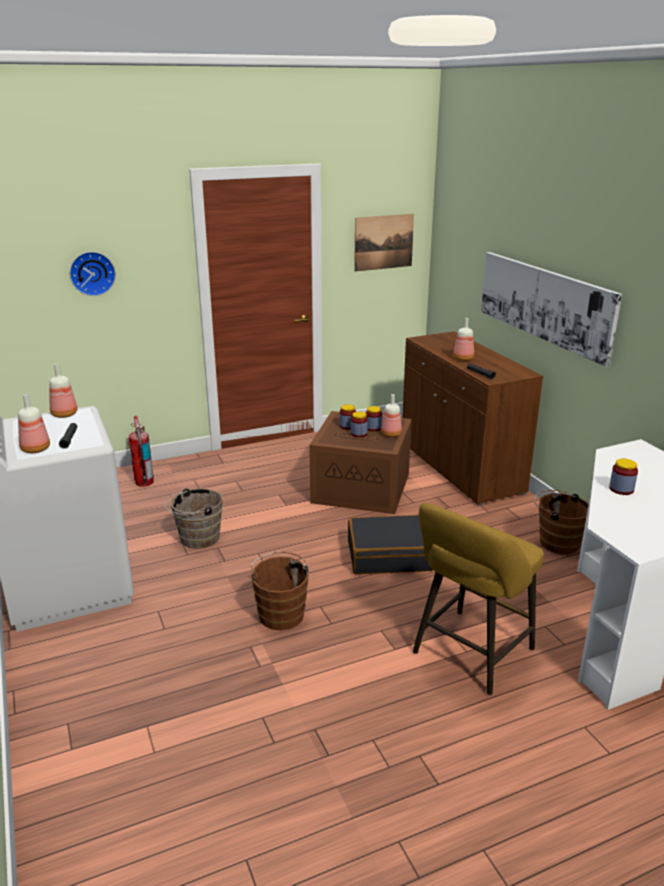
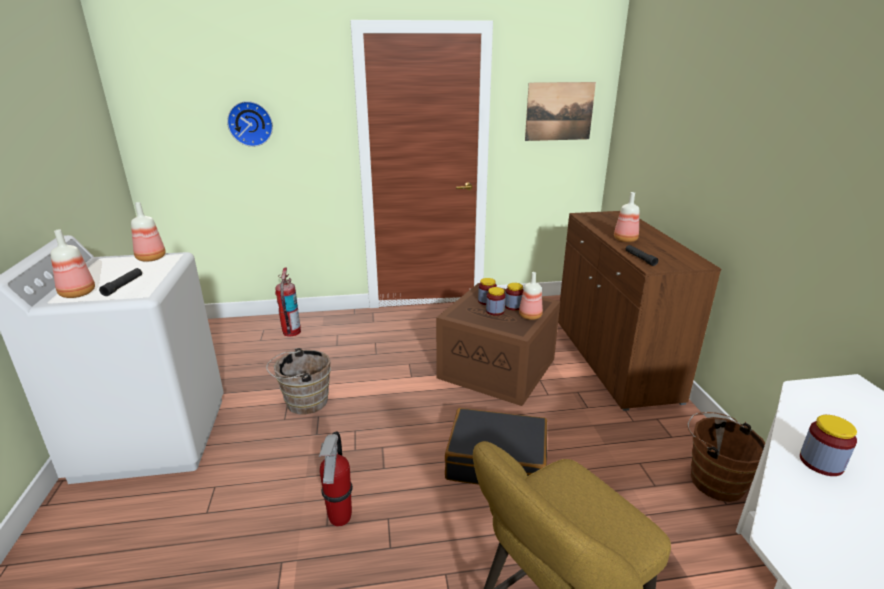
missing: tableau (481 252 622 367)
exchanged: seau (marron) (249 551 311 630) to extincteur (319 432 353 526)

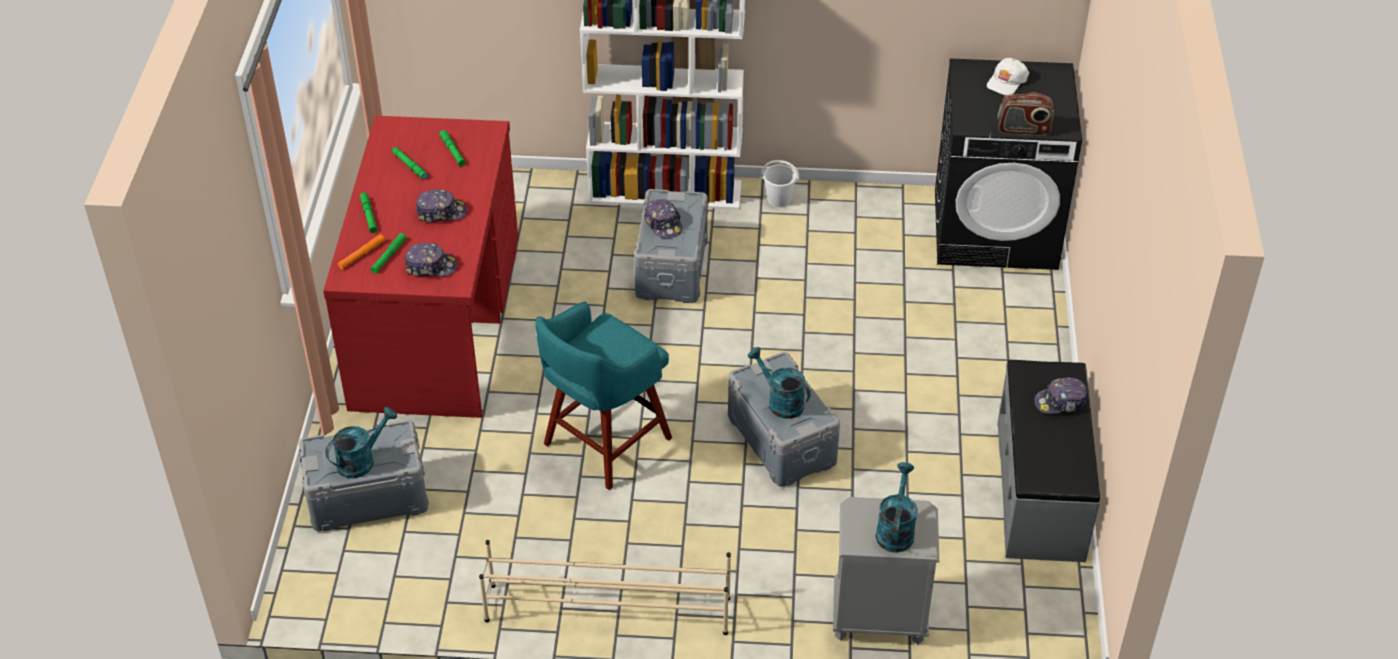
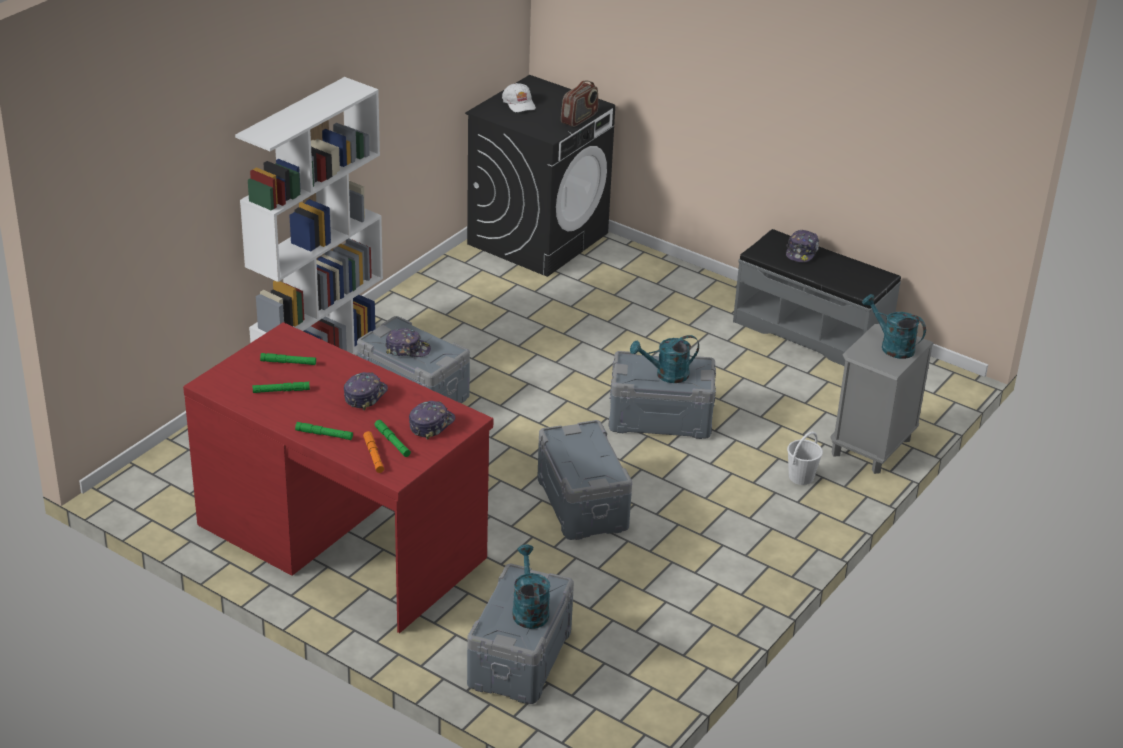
missing: étagère à chaussures (beige) (479 540 731 635)
relocated: seau (blanc) (761 160 799 207) to (787 431 823 485)
exchanged: tabouret (turquoise) (535 302 672 490) to boîte de rangement (gris) (537 420 632 540)

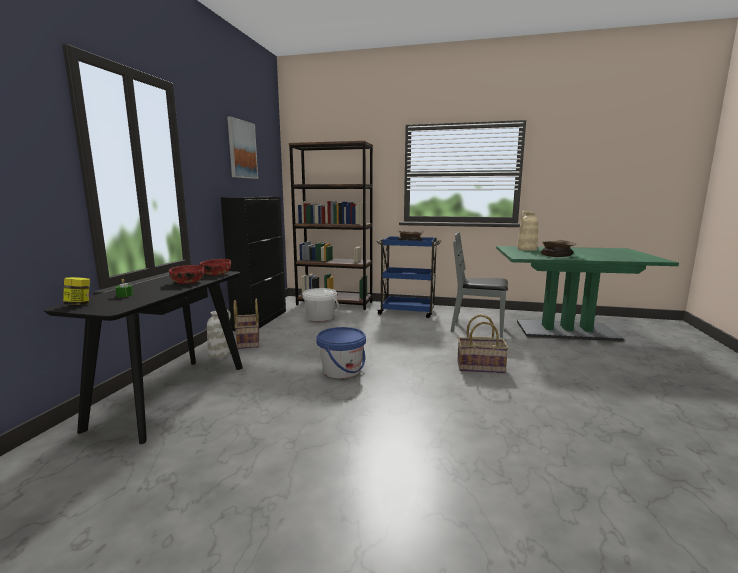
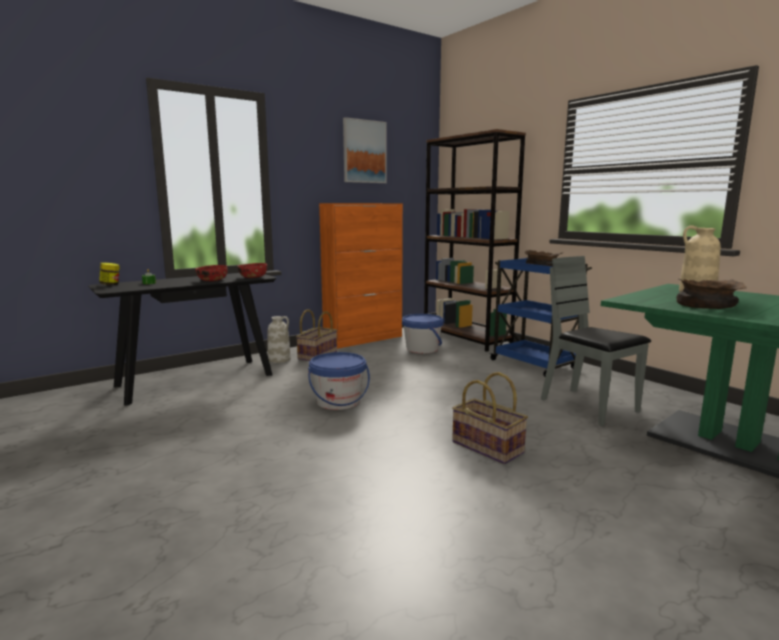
colour: meuble de rangement (noir) (220 197 286 331) to meuble de rangement (orange) (319 203 403 349); seau (blanc) (302 288 339 322) to seau (bleu) (402 314 444 354)

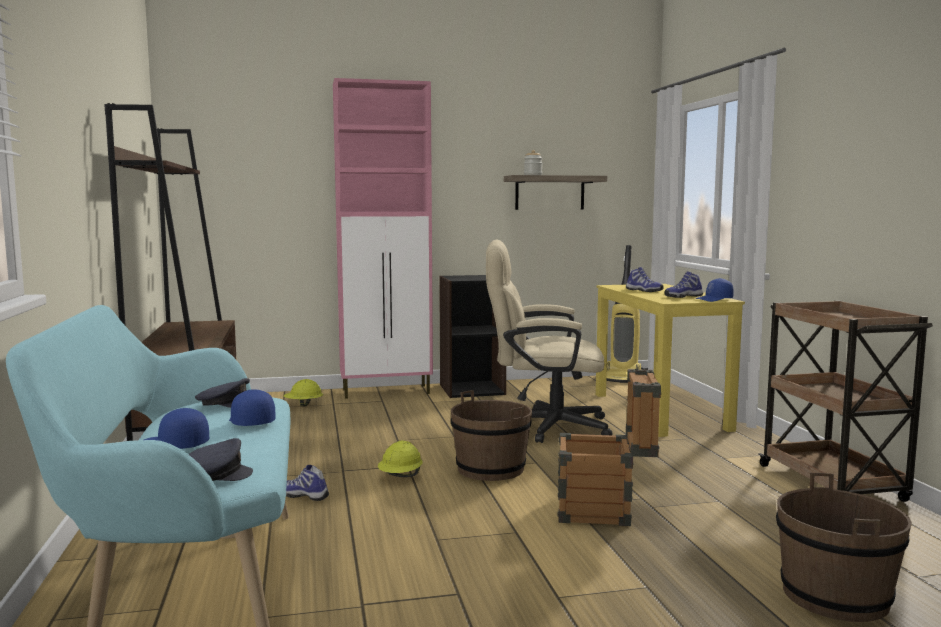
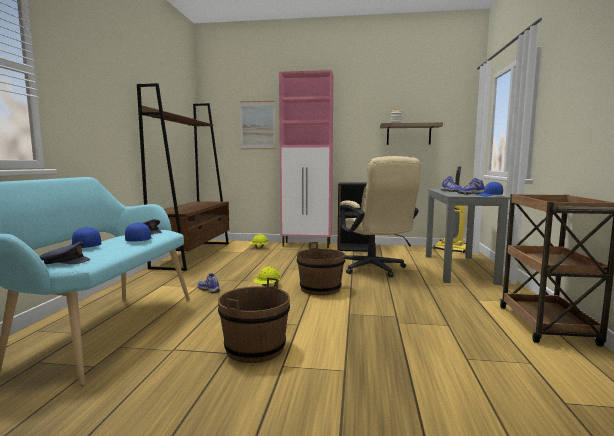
missing: caisse (557 369 661 526)
appeared: tableau (240 101 276 149)
relocated: seau (marron) (776 473 912 622) to (218 277 290 363)
colour: bureau (jaune) (596 284 745 437) to bureau (gris) (426 189 510 285)
spun: chaise de bureau (beige) (486 239 613 443) = (340 156 421 277) 135 degrees counterclockwise

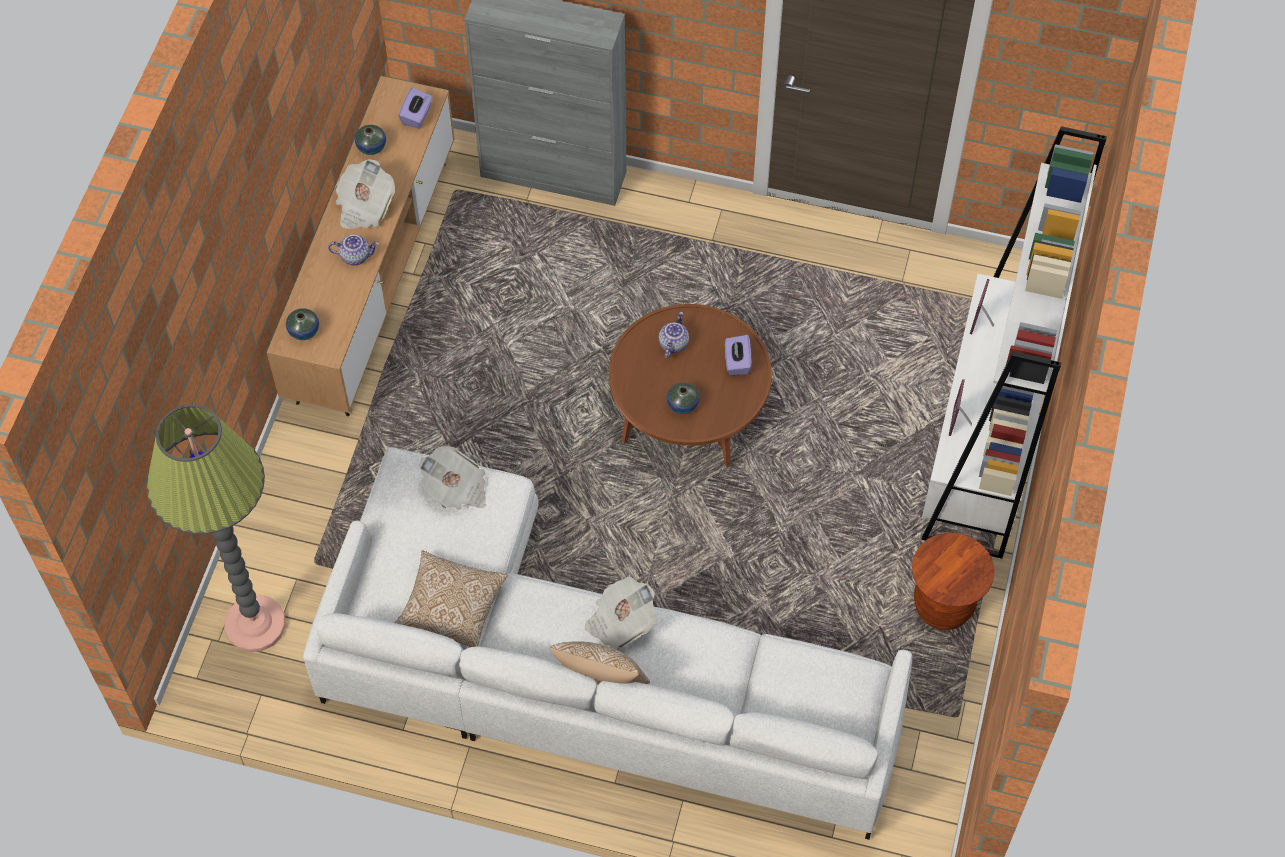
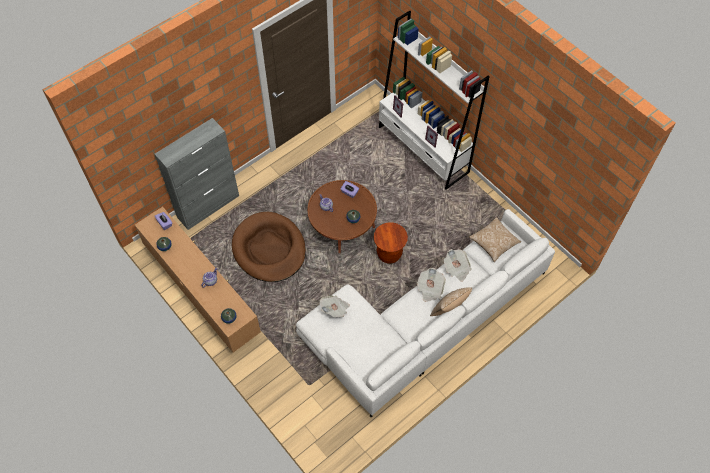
missing: lampadaire (147 405 286 652)
appeared: panier pour chien (marron) (232 212 306 282)
relocated: journal (335 159 395 229) to (444 249 472 282); tabouret (marron) (912 533 995 630) to (374 222 408 263); coussin (395 550 508 647) to (469 217 521 262)

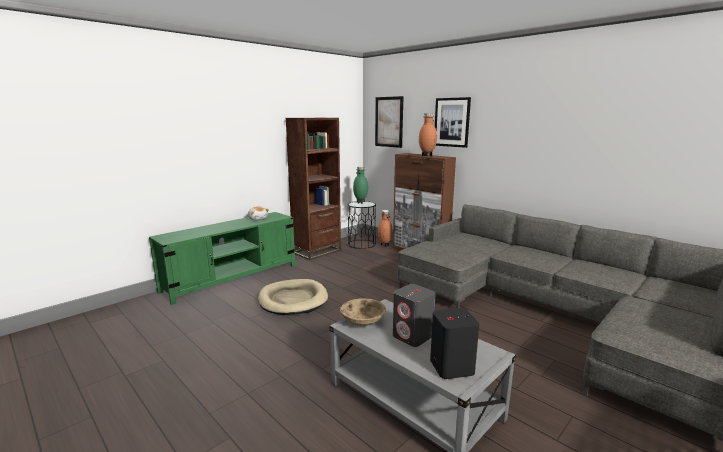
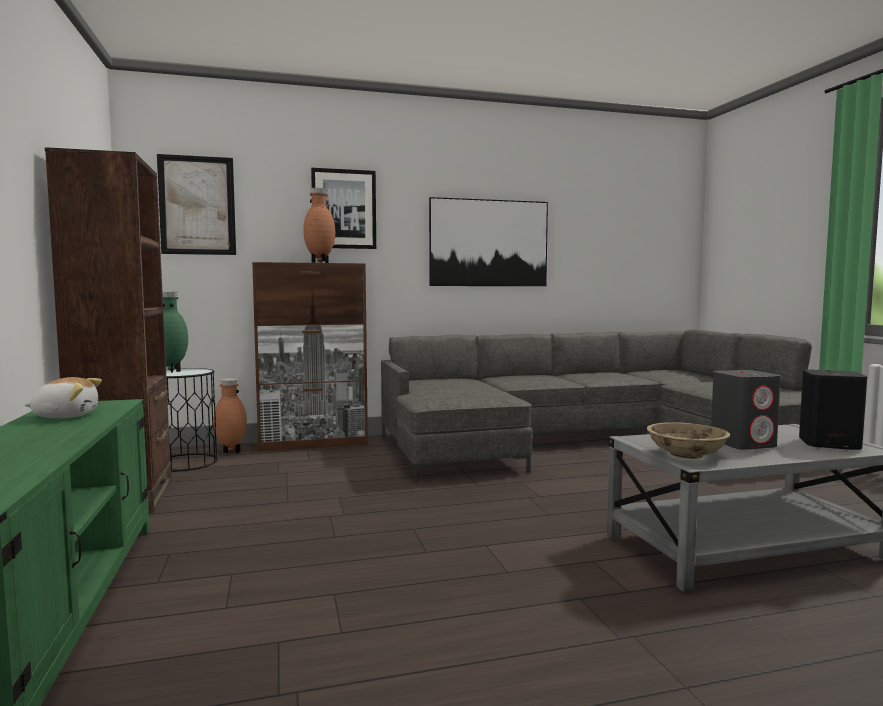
missing: panier pour chien (beige) (258 279 328 315)
appeared: tableau (429 197 548 286)

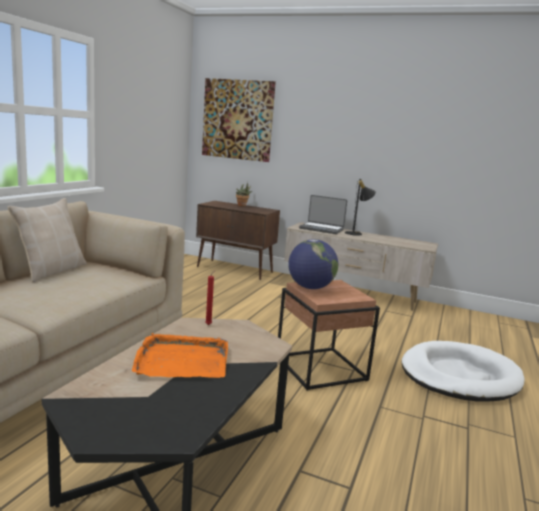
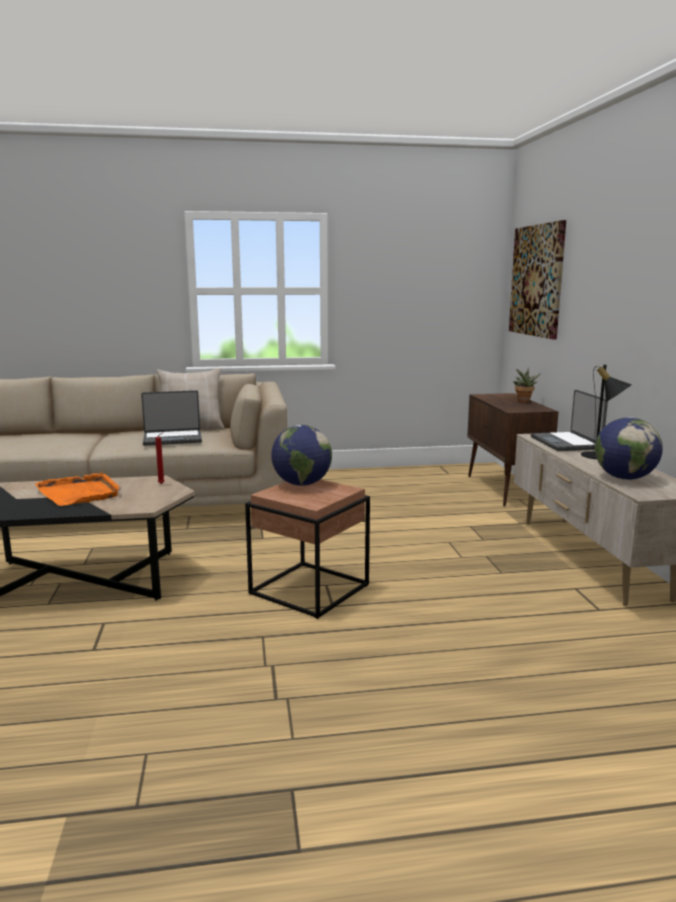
missing: panier pour chien (blanc) (402 341 525 402)
appeared: ordinateur portable (141 390 202 446); globe (595 417 663 480)

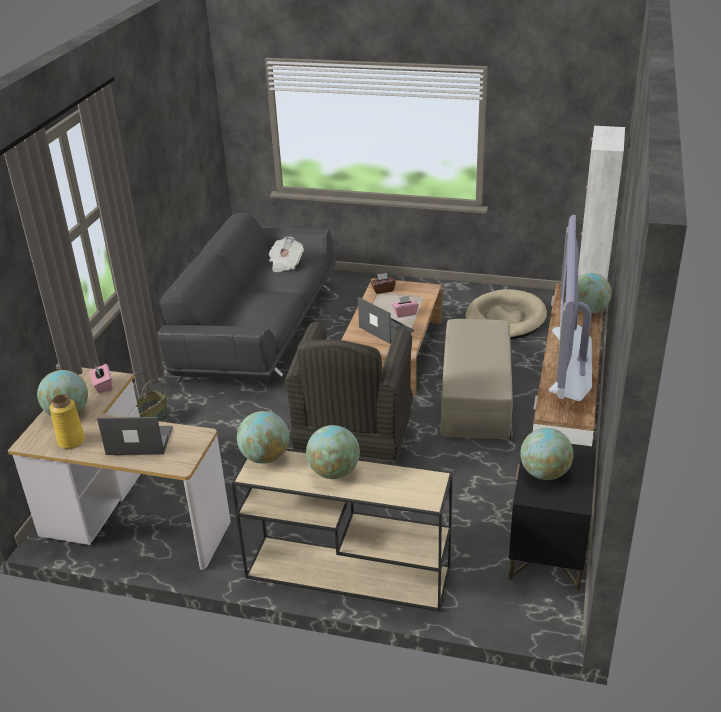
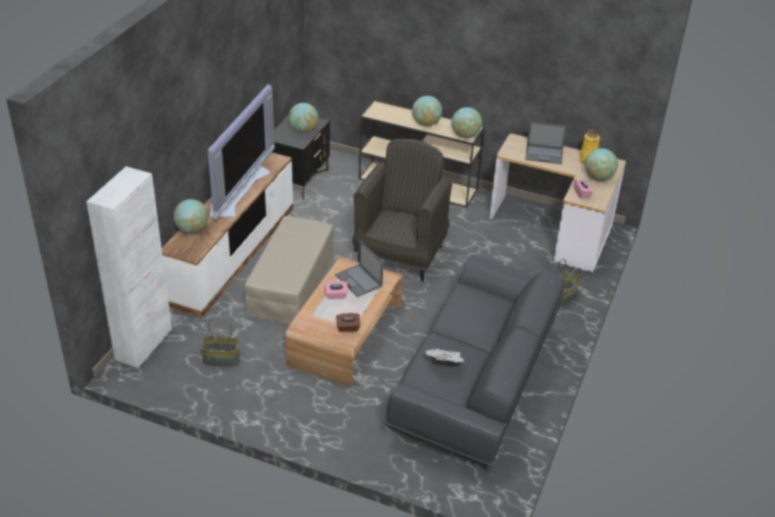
exchanged: panier pour chien (beige) (465 289 547 339) to panier (201 317 240 367)

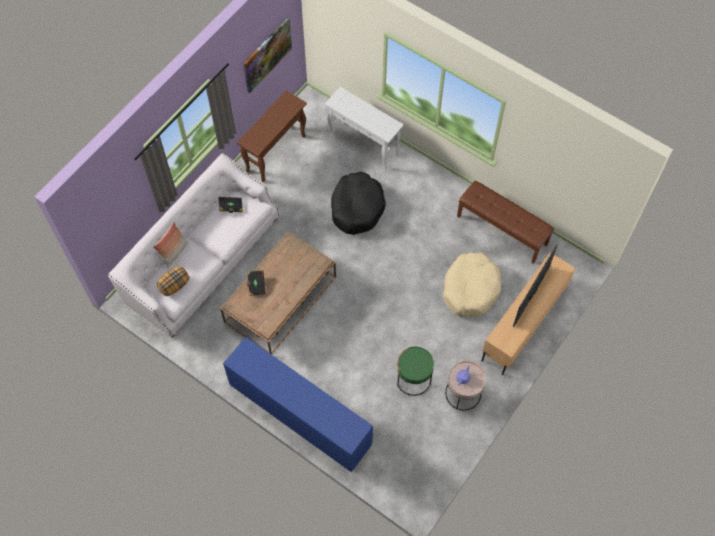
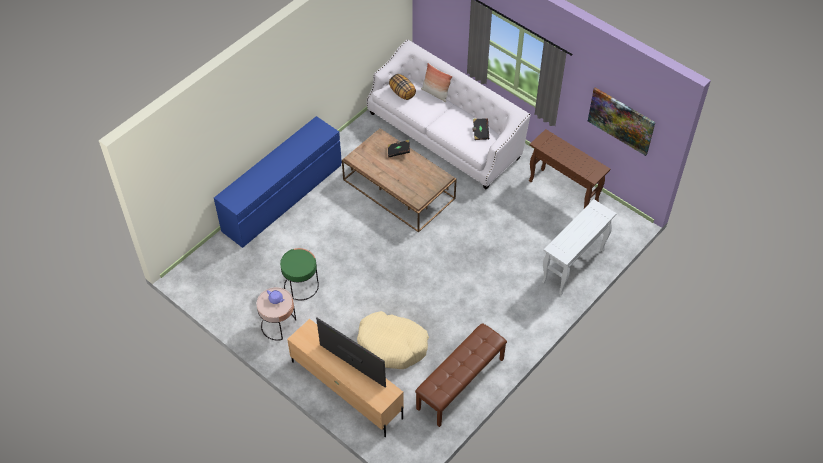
missing: panier pour chien (noir) (331 172 386 235)

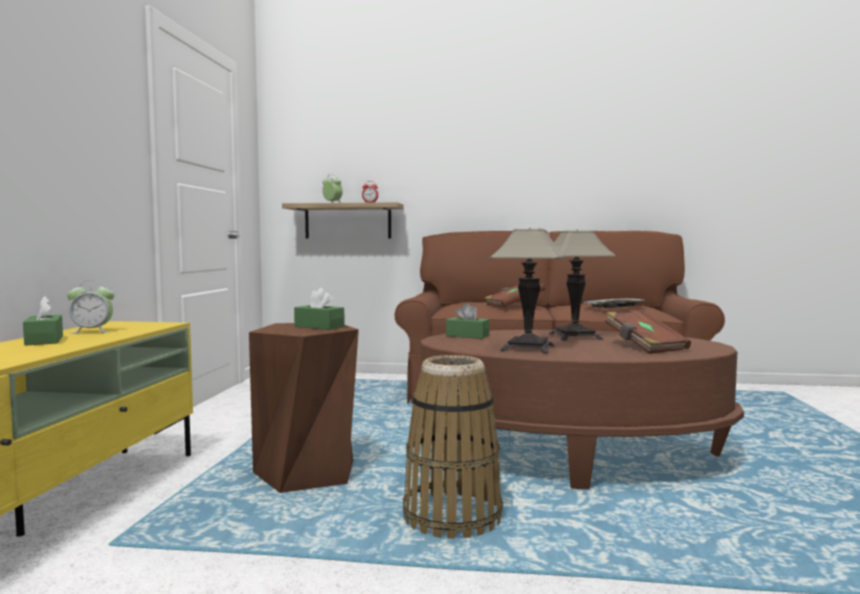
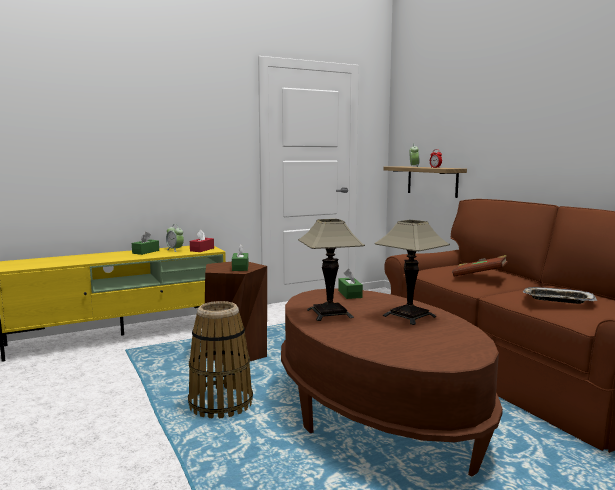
missing: livre (marron) (605 311 691 354)
appeared: boîte à mouchoirs (rouge) (190 230 214 252)

